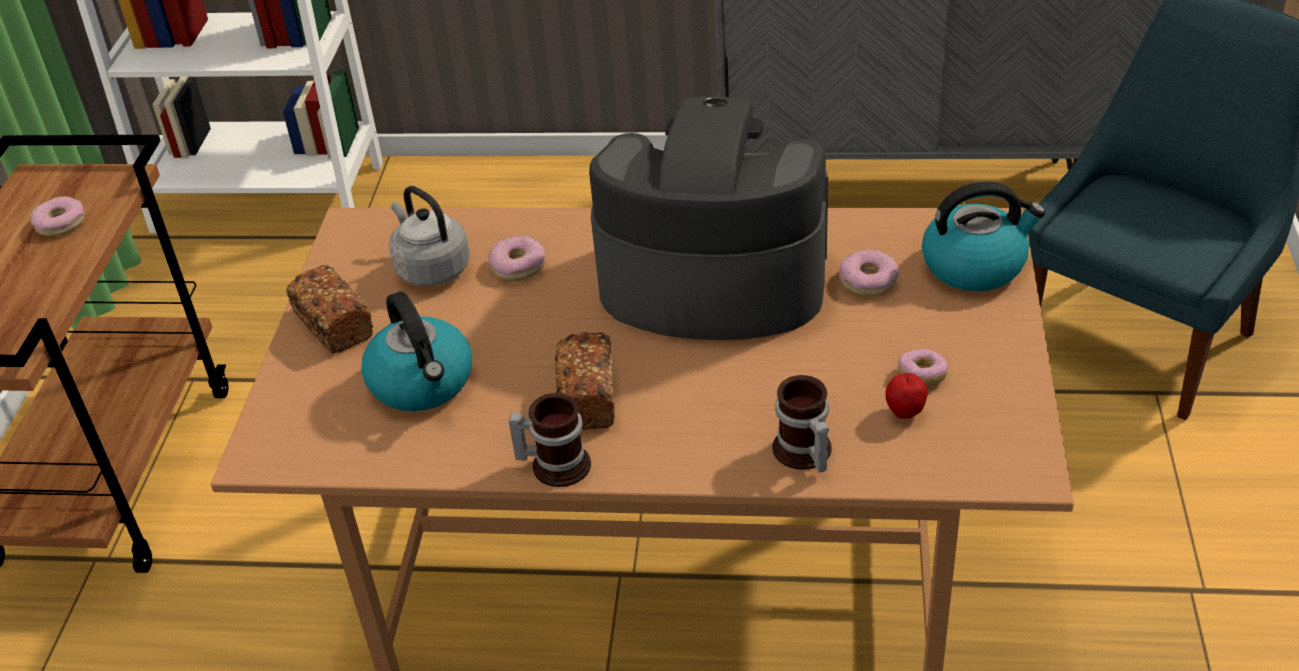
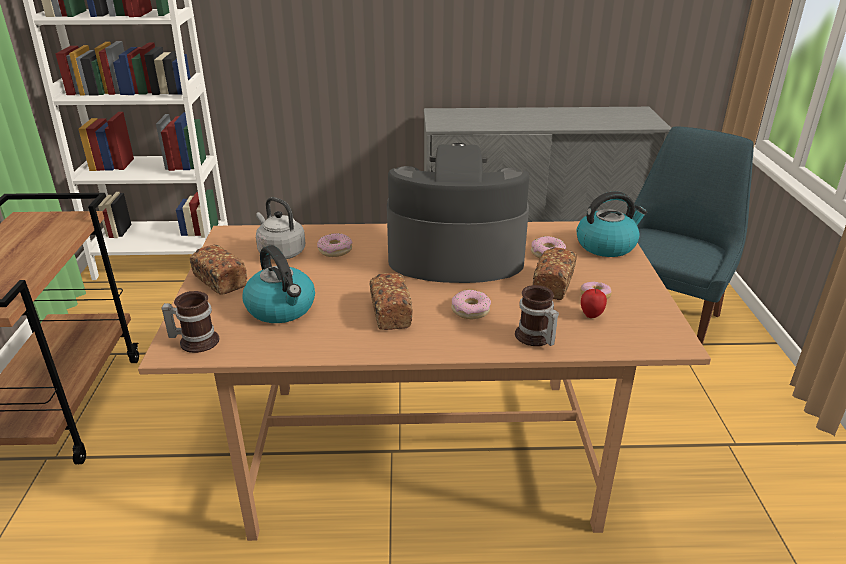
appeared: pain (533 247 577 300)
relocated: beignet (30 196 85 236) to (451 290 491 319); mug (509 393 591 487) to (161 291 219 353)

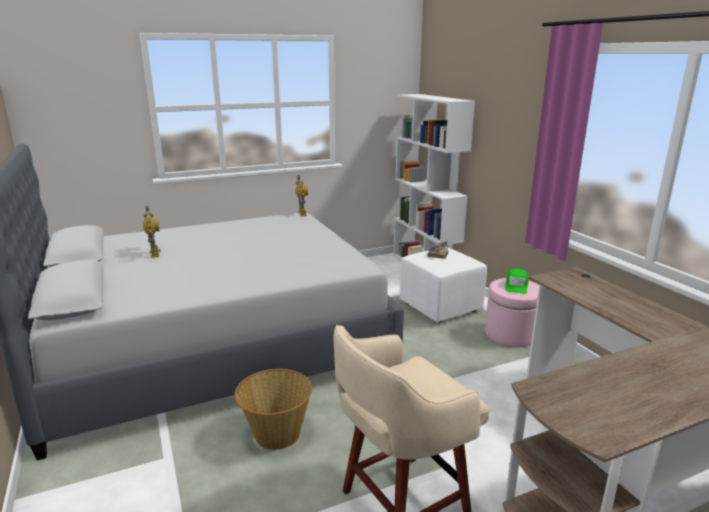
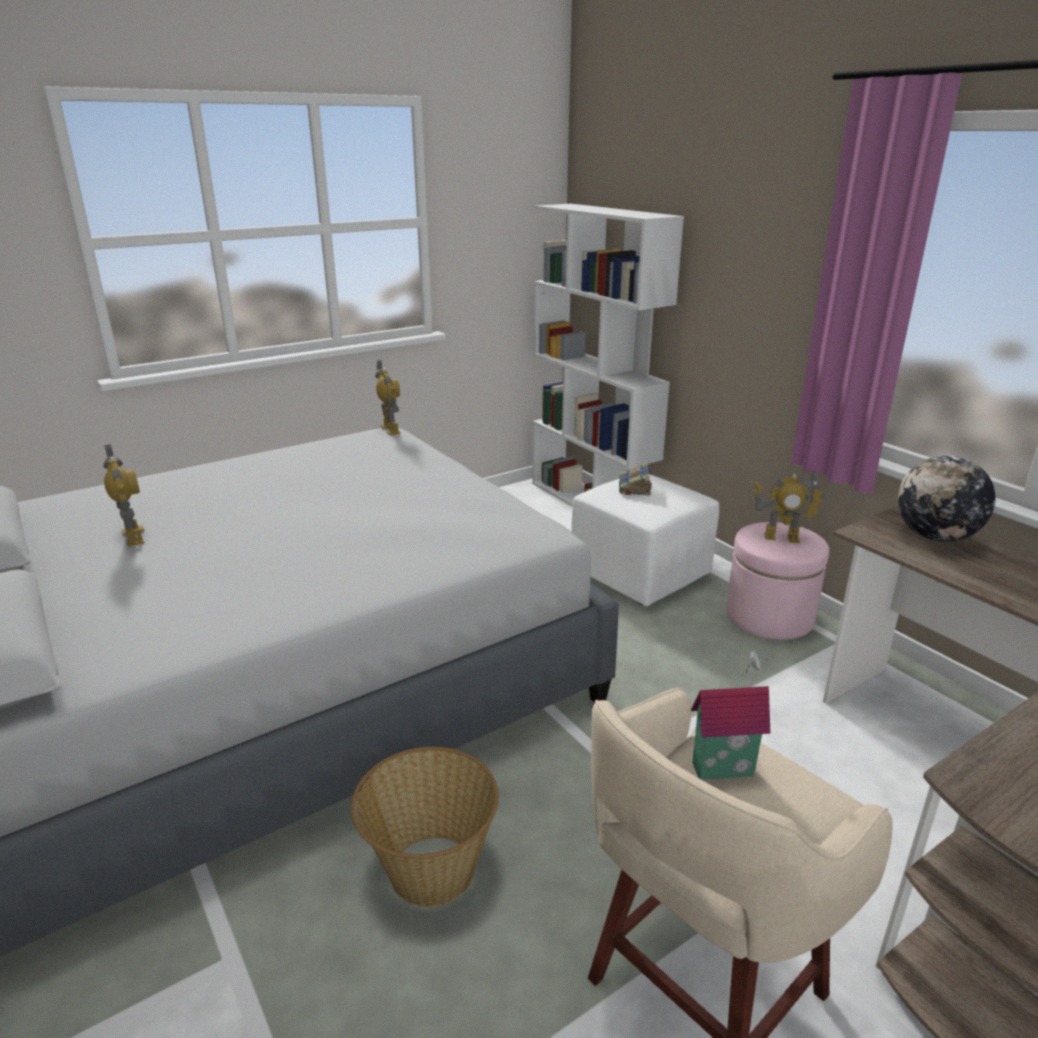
appeared: globe (898 456 995 542); maison miniature (691 650 770 780)
exchanged: casquette (vert) (505 269 529 294) to robot jouet (753 471 826 543)

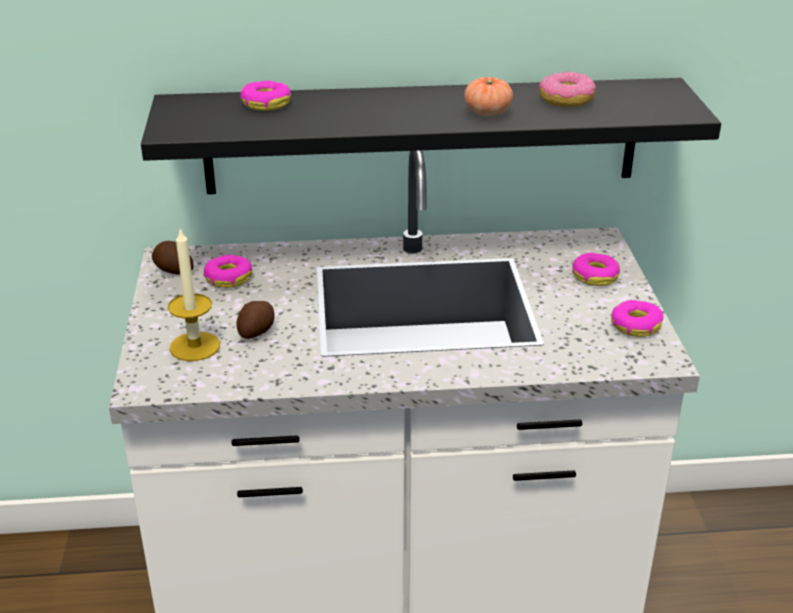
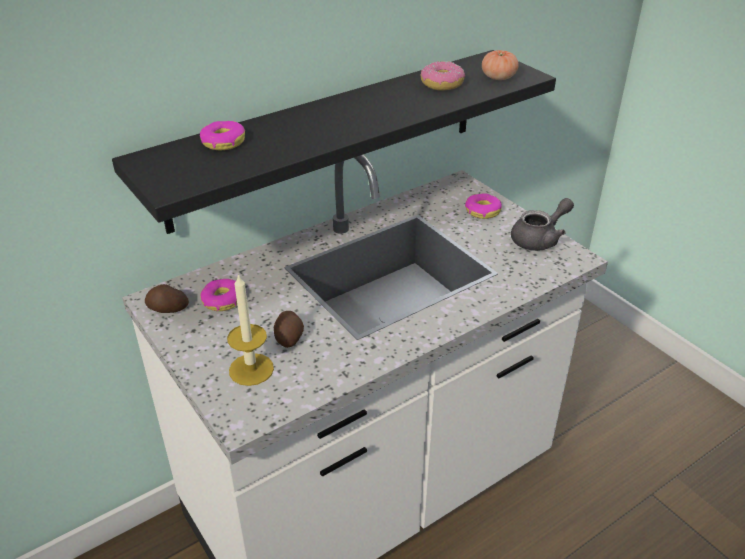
relocated: tomate (464 77 513 116) to (482 50 518 80)
exchanged: beignet (611 300 663 337) to théière (gris) (511 198 574 251)

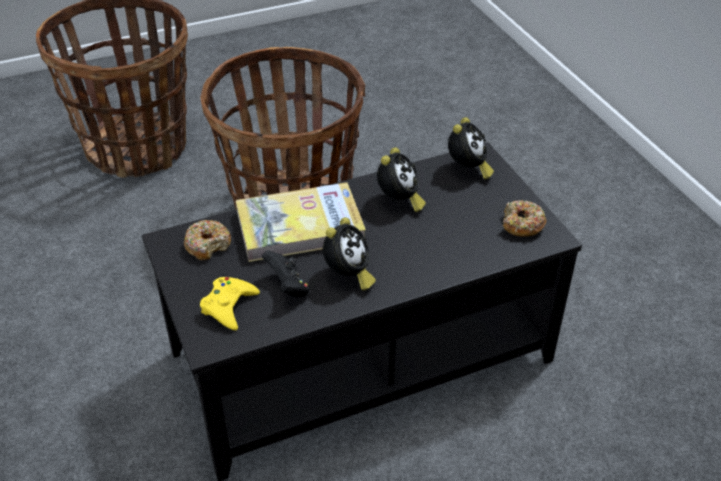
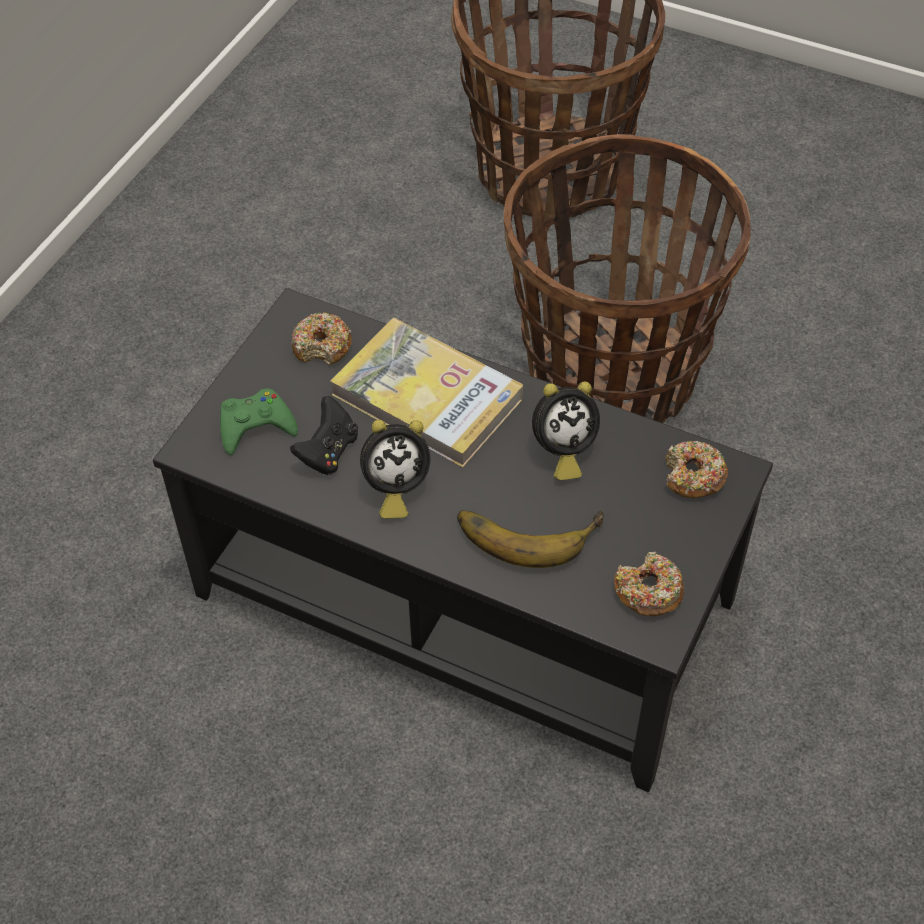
appeared: banane (457 510 604 568)
exchanged: réveil (448 117 494 179) to beignet (666 441 728 498)
colour: manette (jaune) (200 277 260 330) to manette (vert) (220 389 298 455)

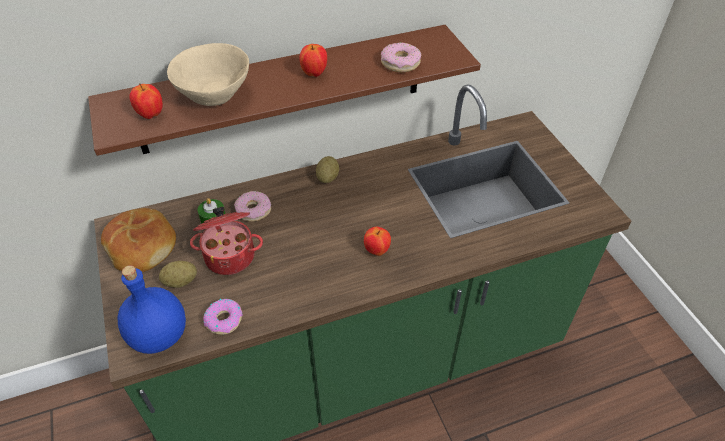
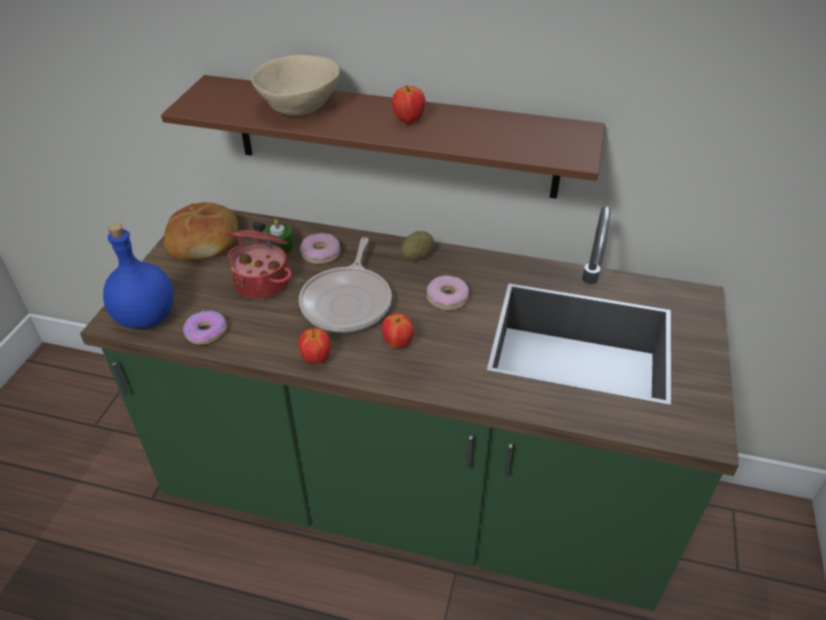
missing: pomme de terre (159 261 197 288)
appeared: poêle (299 237 392 333)
relocated: beignet (381 42 421 72) to (427 275 469 311); pomme (129 83 163 119) to (299 328 331 364)

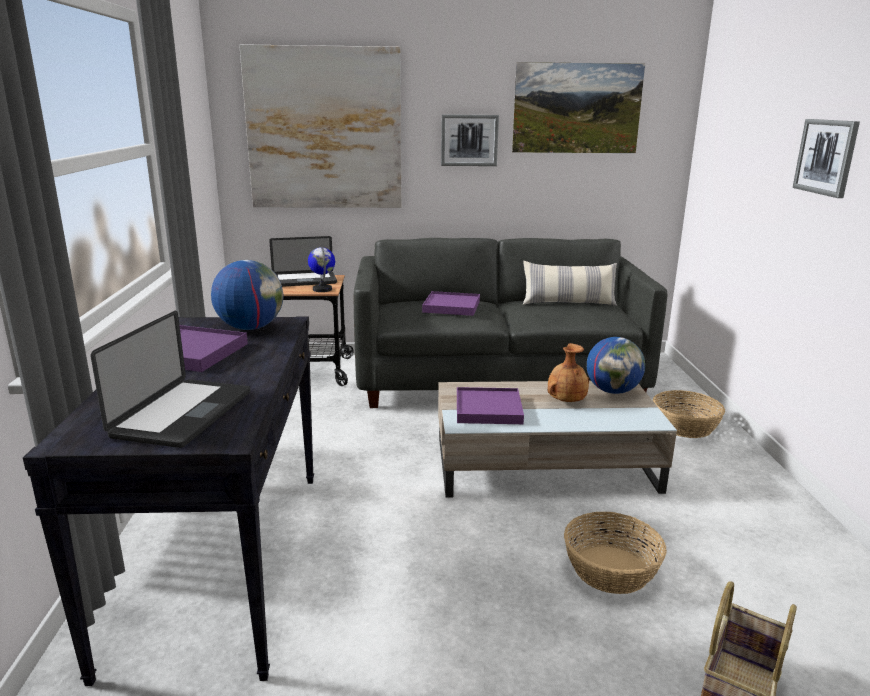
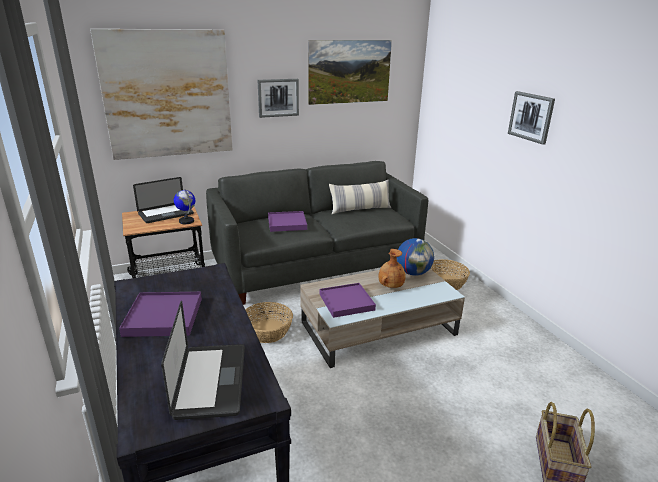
missing: globe (211 260 283 330)
relocated: panier (564 512 667 594) to (245 302 293 343)

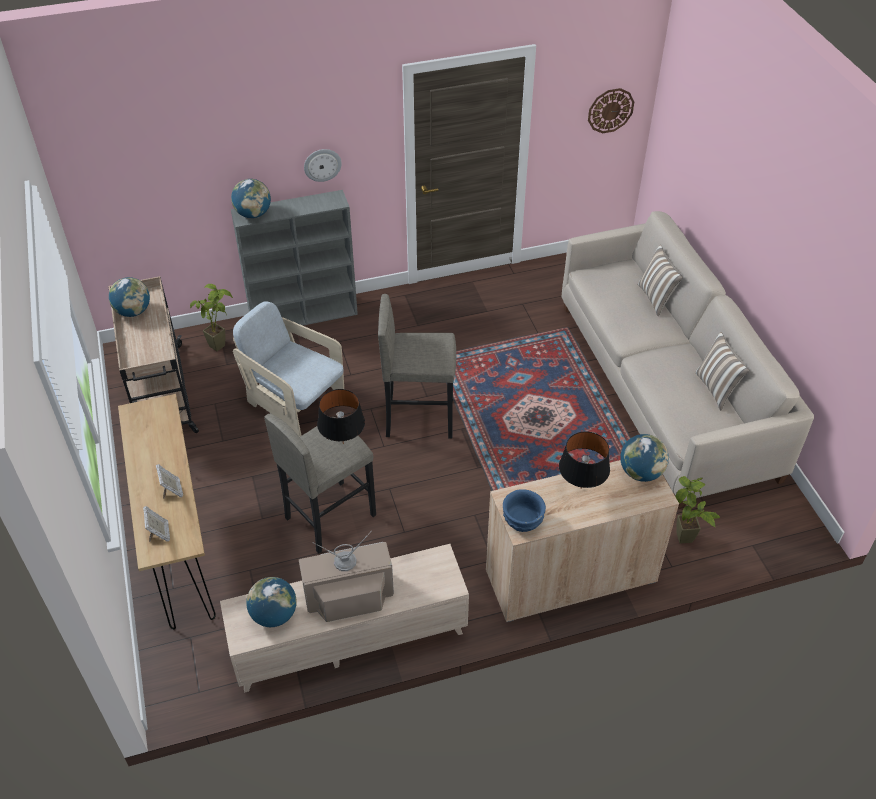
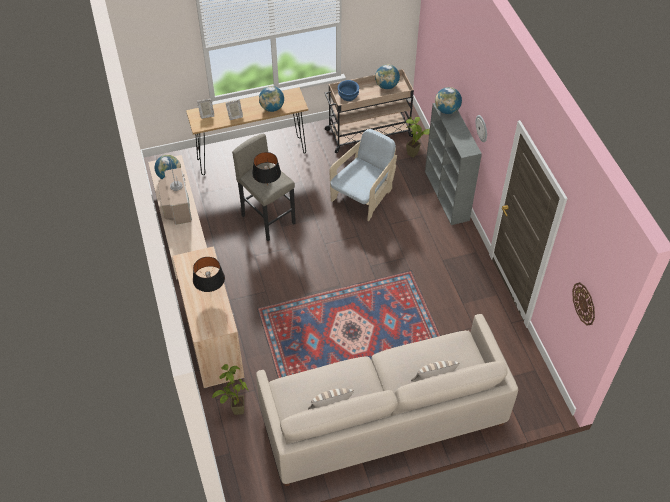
missing: tabouret (gris) (378 294 456 438)
relocated: globe (620 434 669 482) to (259 86 284 112); bol (bleu) (503 489 546 532) to (337 80 359 101)

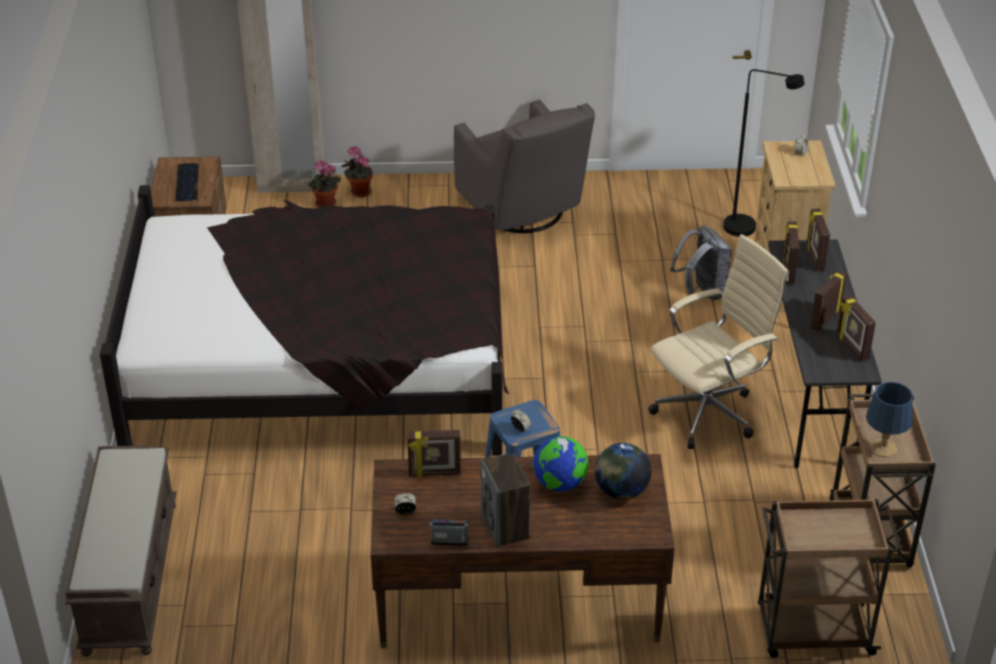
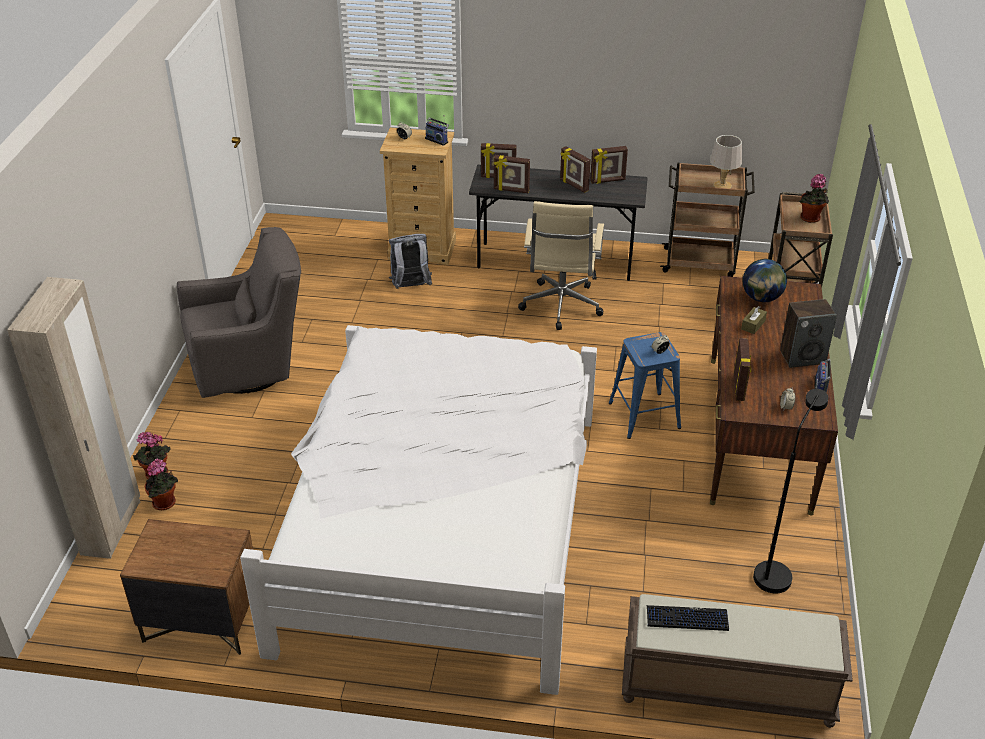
appeared: radio (425 115 449 146); plante en pot (799 174 829 223)
relocated: lampadaire (noir) (723 69 805 237) to (753 389 828 593); clavier (175 163 199 202) to (647 605 729 631)
exchanged: globe (533 436 589 492) to boîte à mouchoirs (marron) (741 306 767 334)
colour: lit (noir) (100 185 509 455) to lit (blanc) (240 325 597 695); lampe de table (bleu) (866 382 913 457) to lampe de table (gris) (710 135 742 189)
spun: chaise de bureau (beige) (648 234 789 449) = (518 201 604 330) 150 degrees counterclockwise

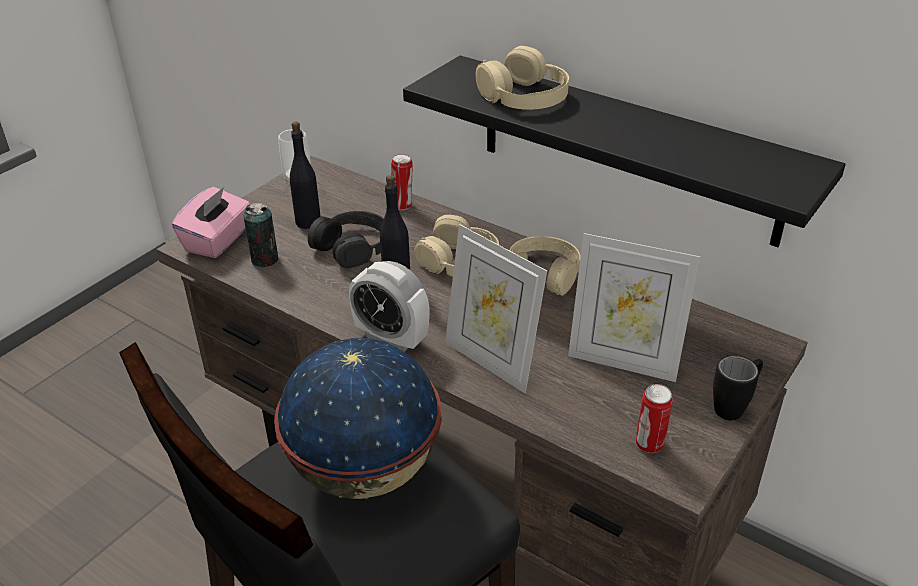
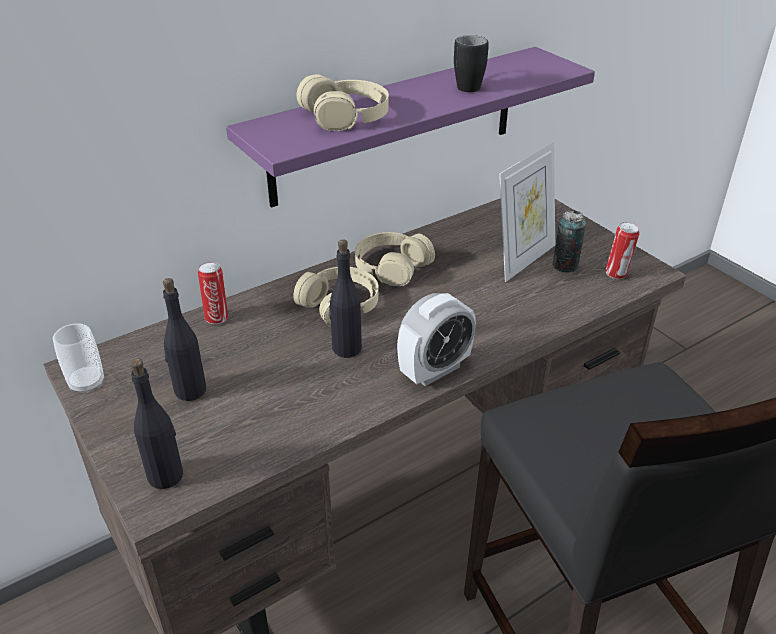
missing: casque audio (noir) (308 211 384 269); cadre photo (445 224 547 393); globe (274 338 442 499)
relocated: boîte métallique (243 203 278 267) to (552 211 586 273); mug (noir) (713 356 763 420) to (454 35 489 92)
exchanged: boîte à mouchoirs (rose) (172 187 250 258) to bouteille (noir) (131 358 183 489)
colour: étagère (noir) (403 55 846 247) to étagère (violet) (226 47 595 208)

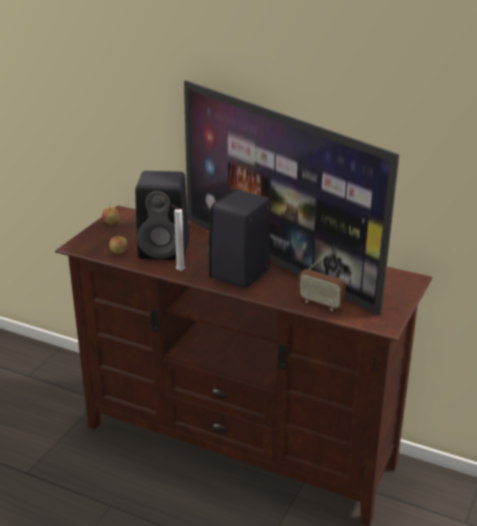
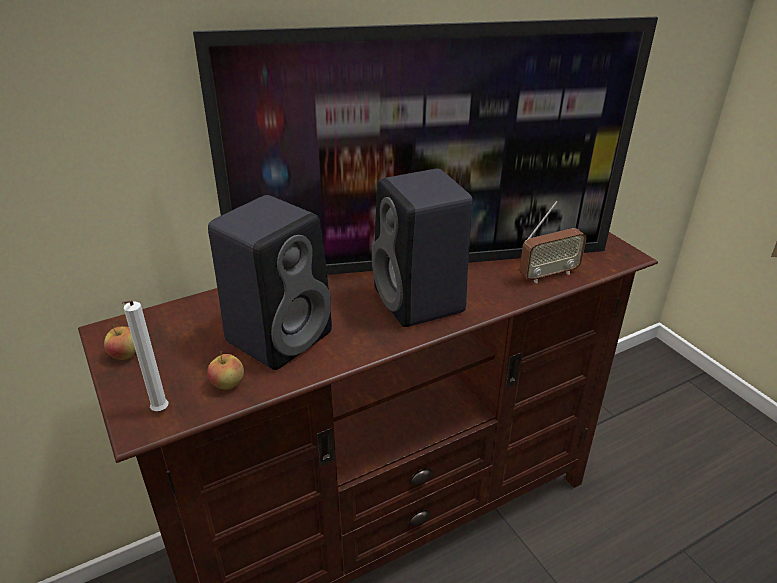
relocated: bougie (blanc) (171 205 185 271) to (122 300 169 411)

